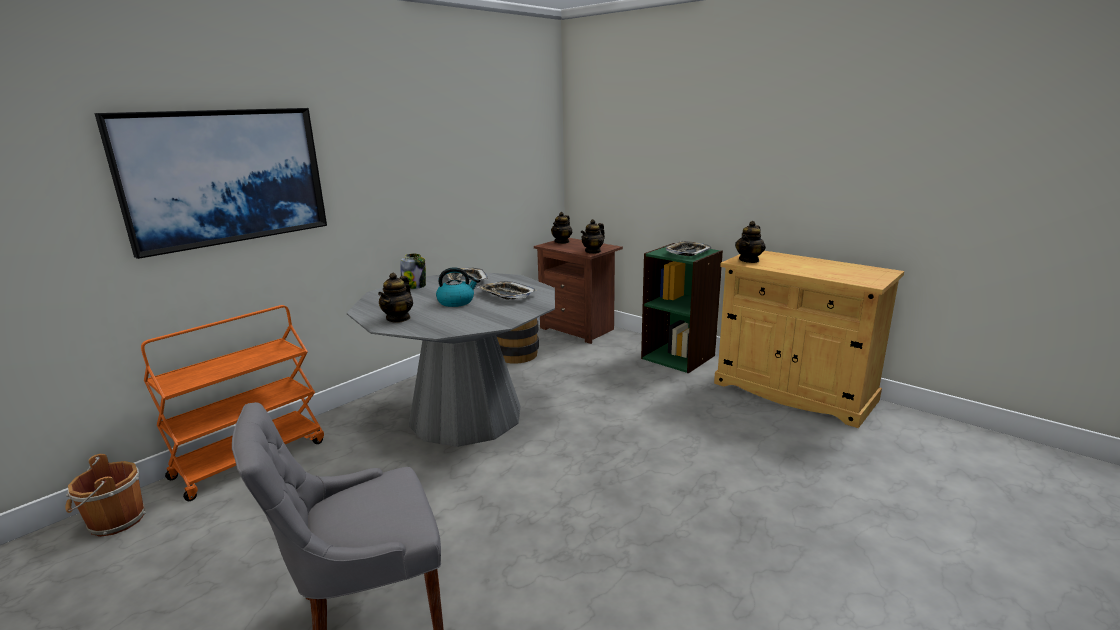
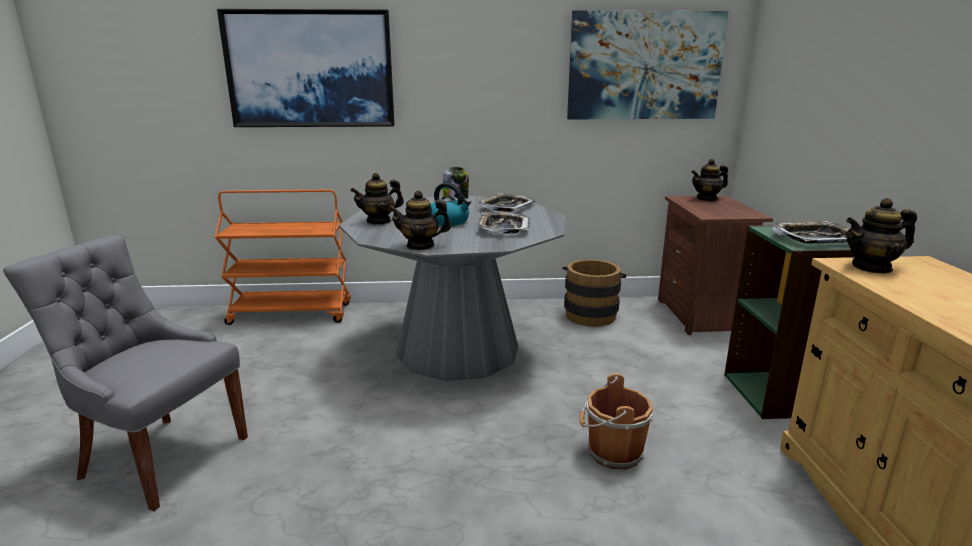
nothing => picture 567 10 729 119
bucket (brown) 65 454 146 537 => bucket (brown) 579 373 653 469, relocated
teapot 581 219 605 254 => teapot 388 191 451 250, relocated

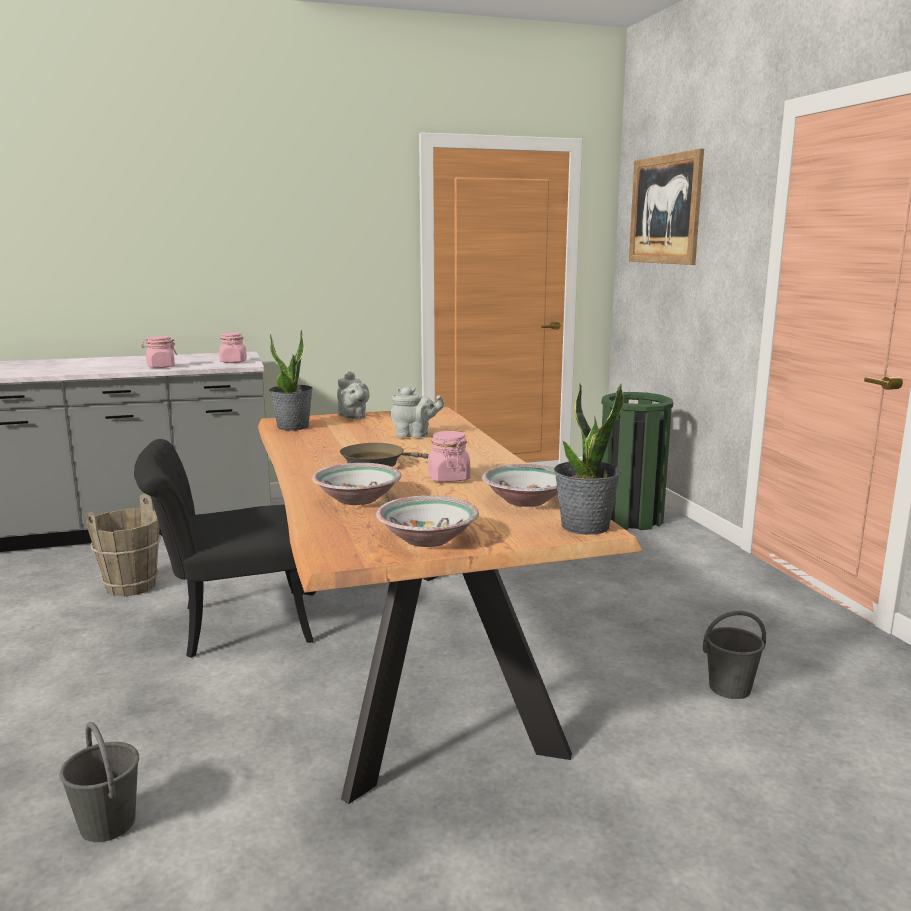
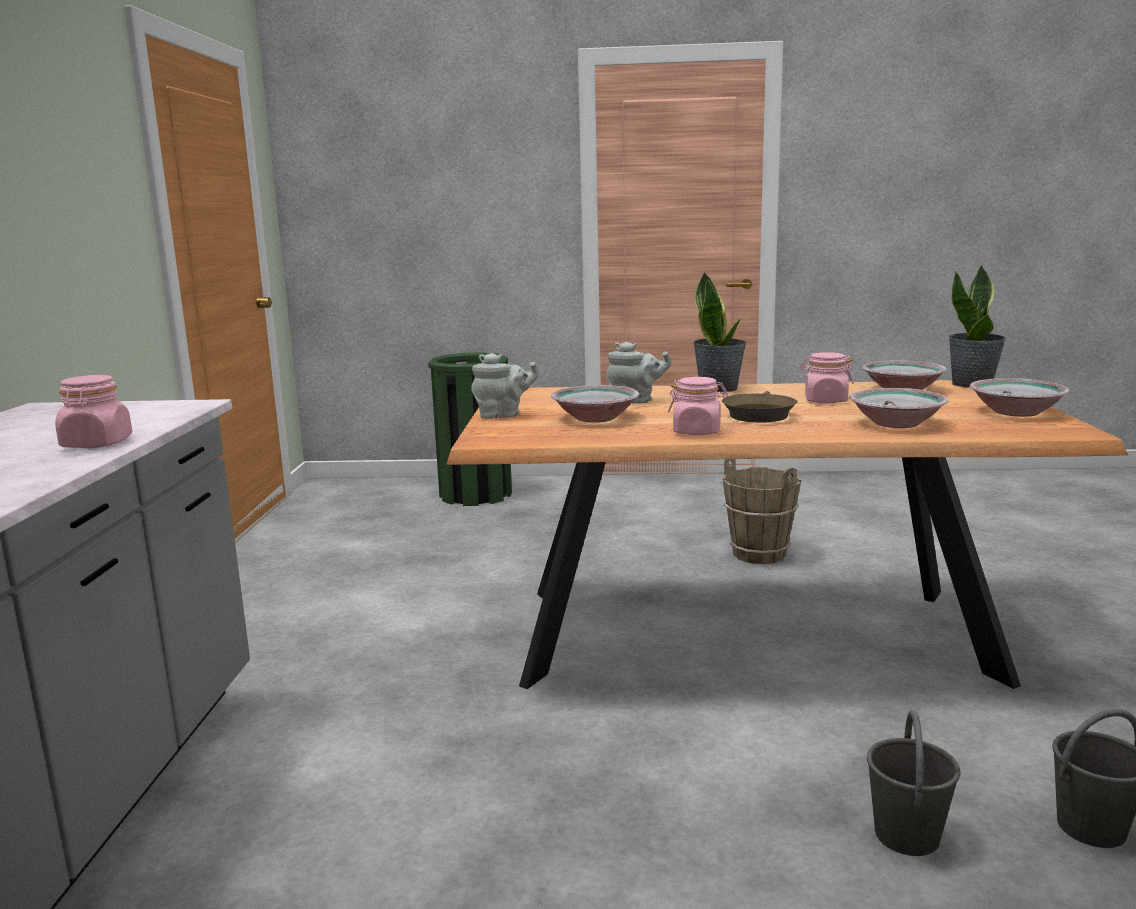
chair (black) 134 439 313 658 => nothing
picture 629 149 704 265 => nothing
nothing => bowl 551 385 639 423
bucket (brown) 86 493 162 596 => bucket (brown) 723 459 801 564, relocated
jar (pink) 219 333 247 363 => jar (pink) 668 377 728 435, relocated
potted plant 269 330 313 431 => potted plant 693 272 747 392, relocated
bucket (grey) 703 611 766 699 => bucket (grey) 867 710 961 856, relocated
teapot (grey) 391 386 444 437 => teapot (grey) 606 341 672 403, 75 degrees clockwise

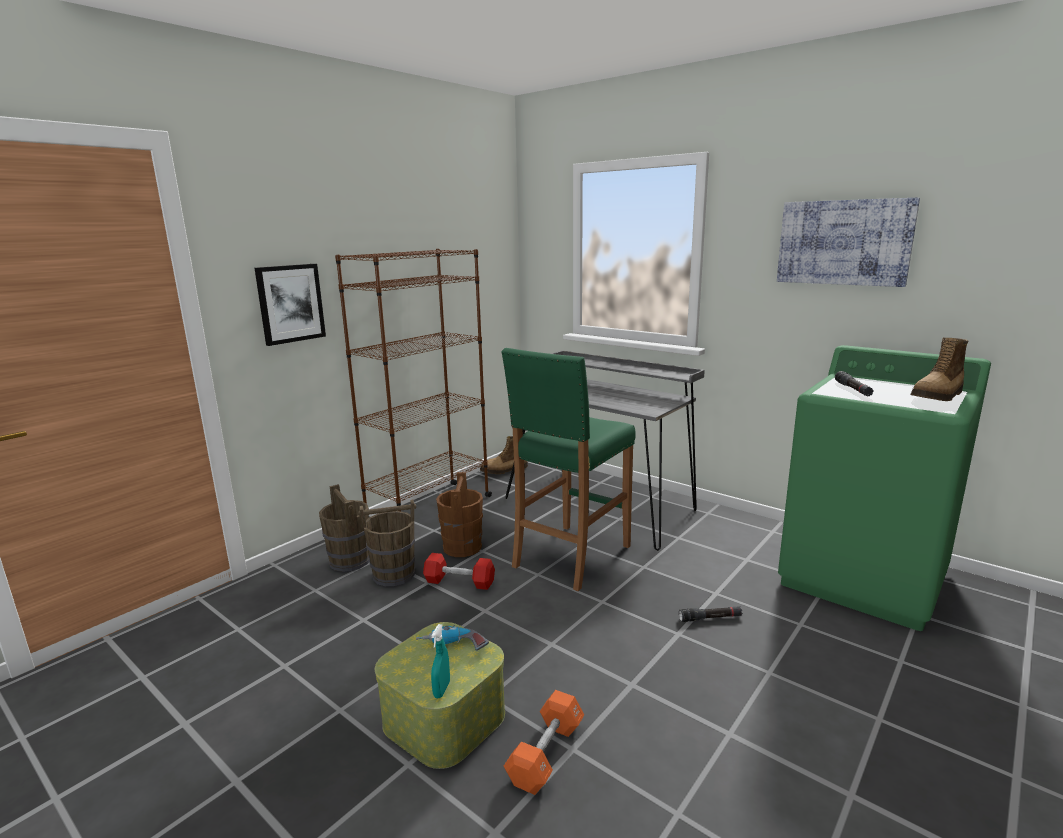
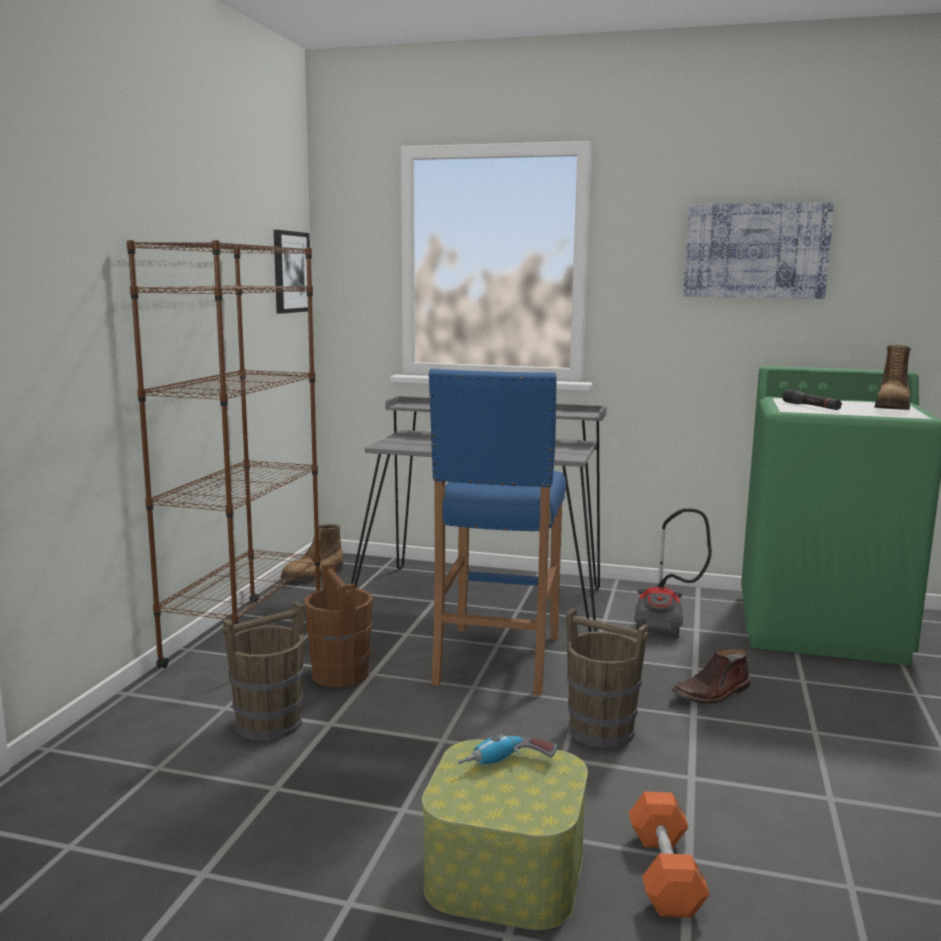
dumbbell (red) 423 553 495 590 => nothing
spray bottle (turquoise) 431 624 450 698 => nothing
nothing => vacuum cleaner 634 508 712 639
picture 255 264 326 346 => picture 274 230 310 314, relocated
bucket (brown) 319 484 370 572 => bucket (brown) 566 608 649 748, relocated
flashlight (black) 679 606 742 622 => boot (brown) 672 649 750 704
stool (green) 501 348 636 591 => stool (blue) 429 369 566 696

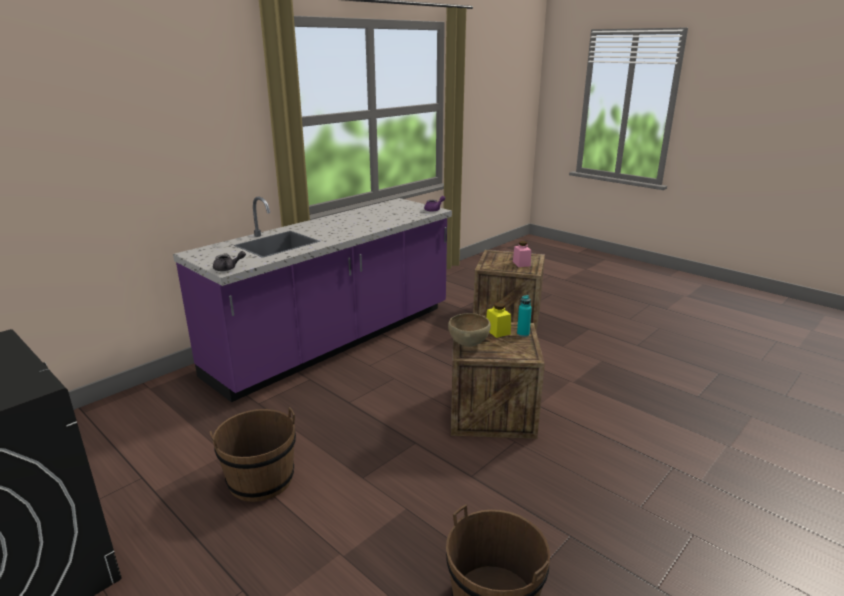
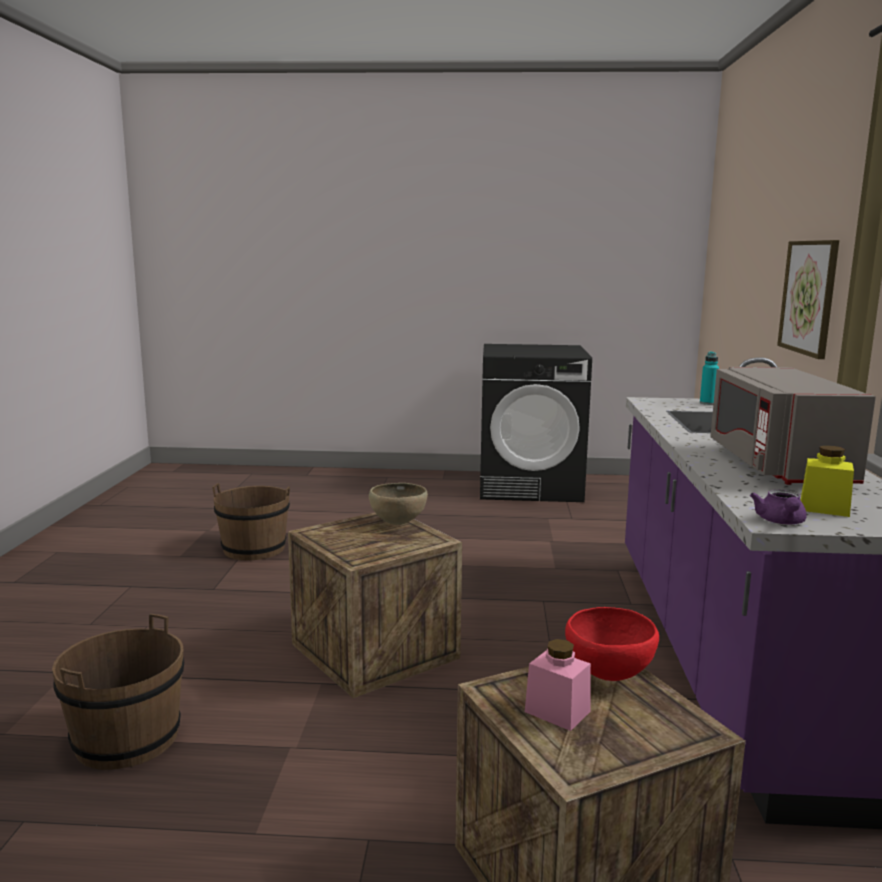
teapot (grey) 213 251 246 271 => nothing
nothing => bowl (red) 565 607 659 681
nothing => microwave (grey) 710 367 876 485
nothing => picture 777 240 839 359
bucket (brown) 210 407 296 502 => bucket (brown) 52 614 184 770, relocated
jar (yellow) 486 302 511 338 => jar (yellow) 801 445 854 517, relocated
bottle (turquoise) 517 295 532 337 => bottle (turquoise) 700 352 719 405, relocated

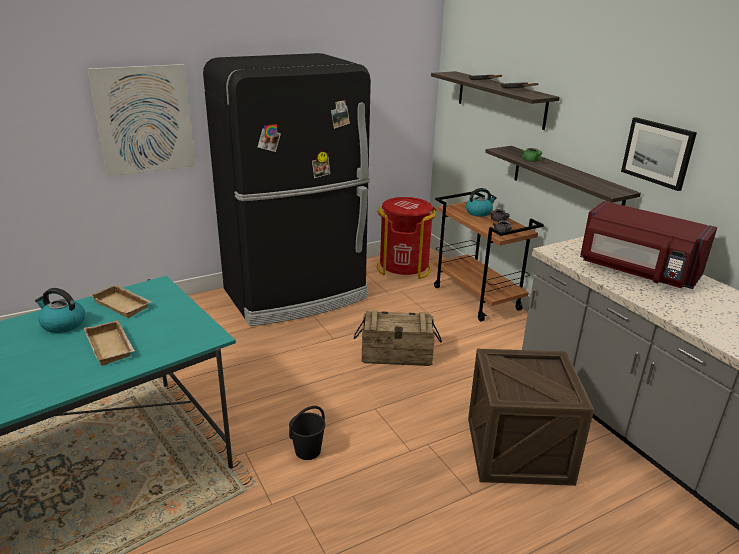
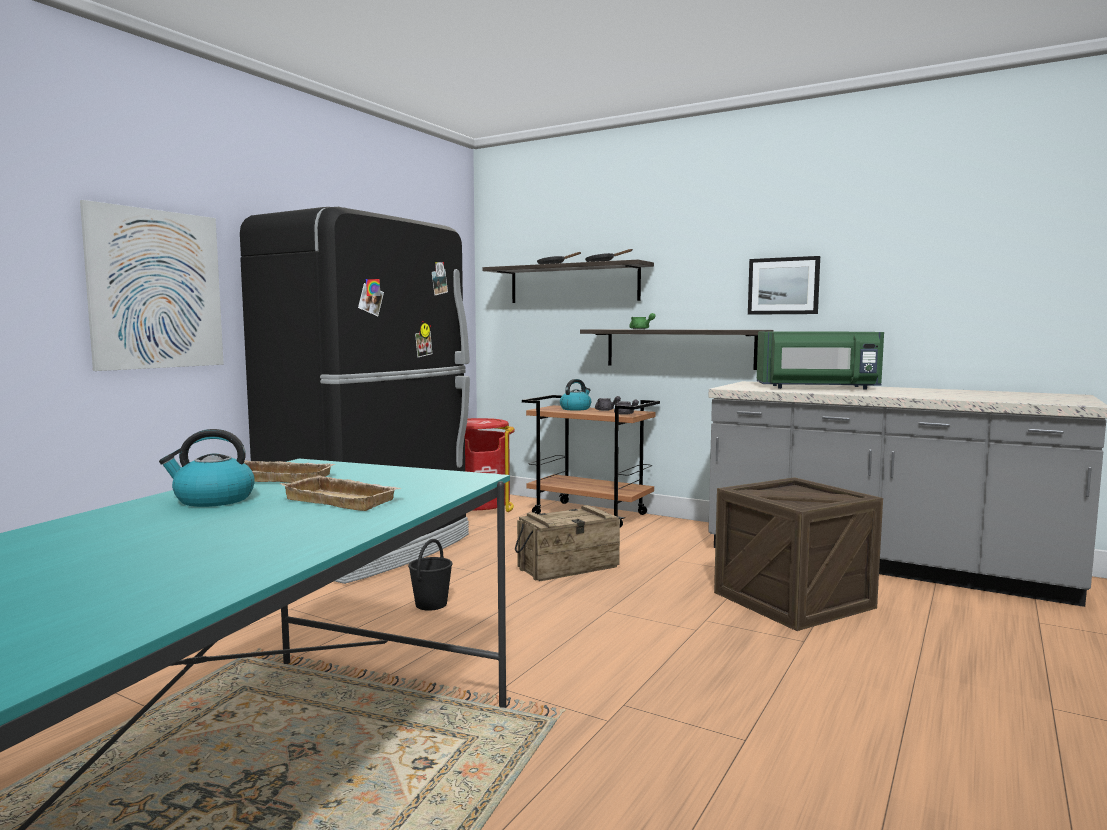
bucket (black) 289 406 325 460 => bucket (black) 408 539 453 611, relocated
microwave (red) 580 201 717 289 => microwave (green) 757 331 884 390

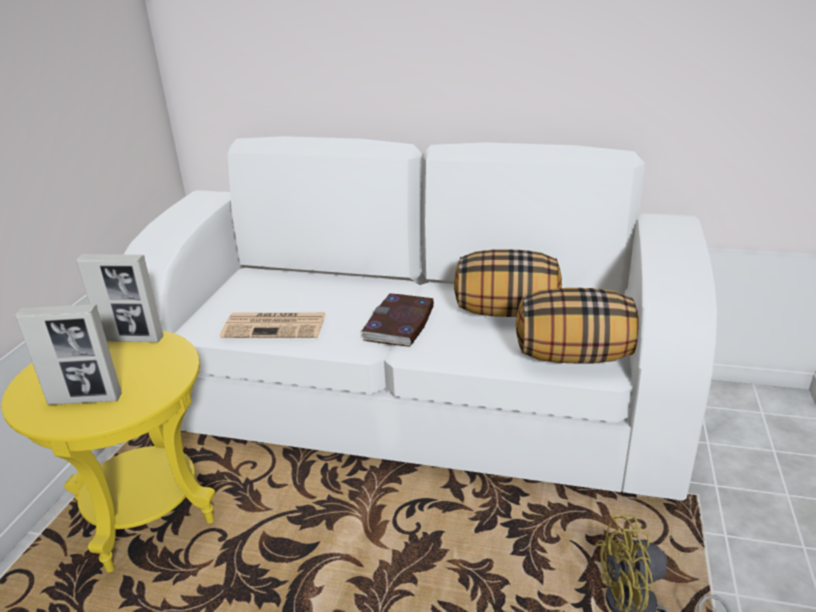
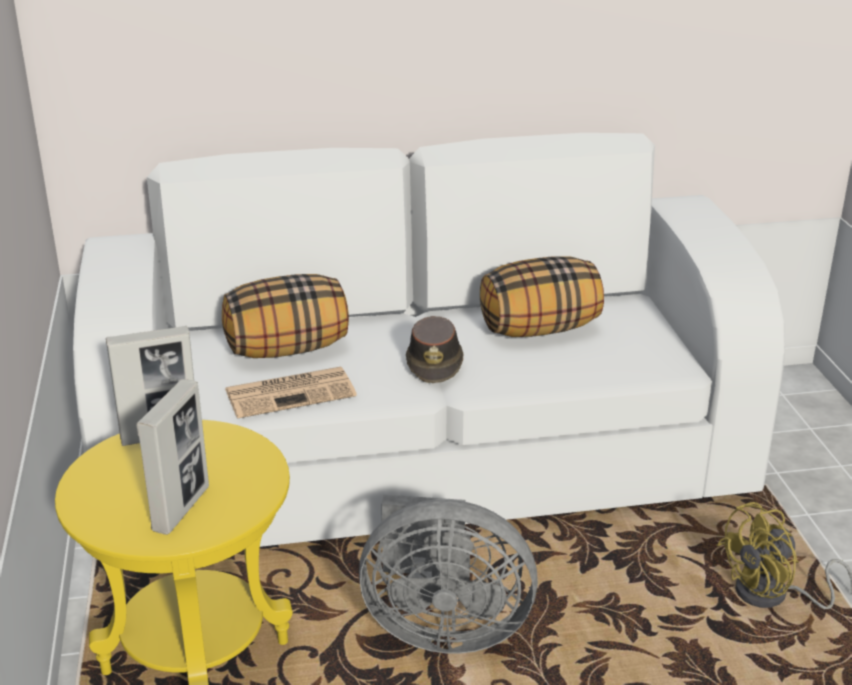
nothing => fan (grey) 359 495 538 654
pillow 516 288 639 363 => pillow 222 274 349 358, relocated
book 361 294 434 347 => hat (brown) 406 316 463 383
picture frame 15 304 122 405 => picture frame 137 379 209 535, 45 degrees counterclockwise

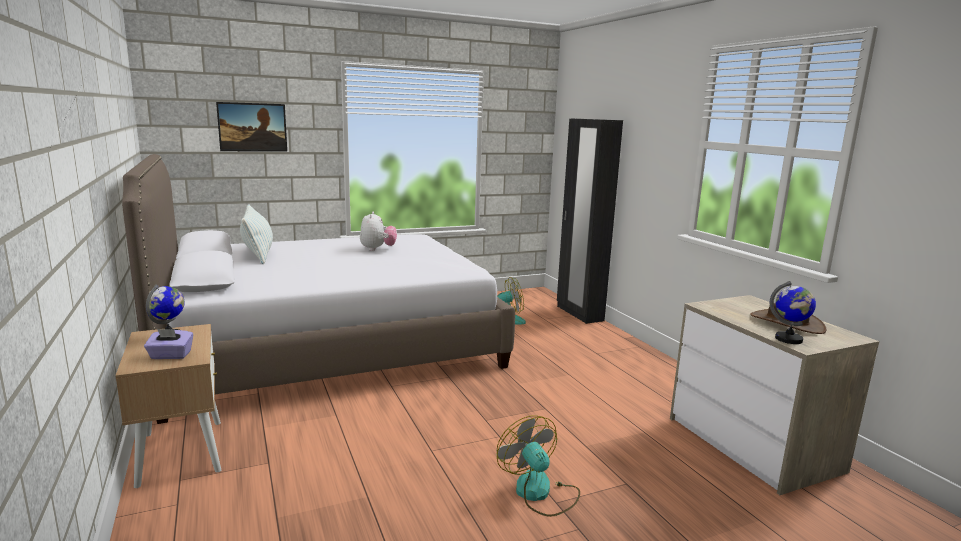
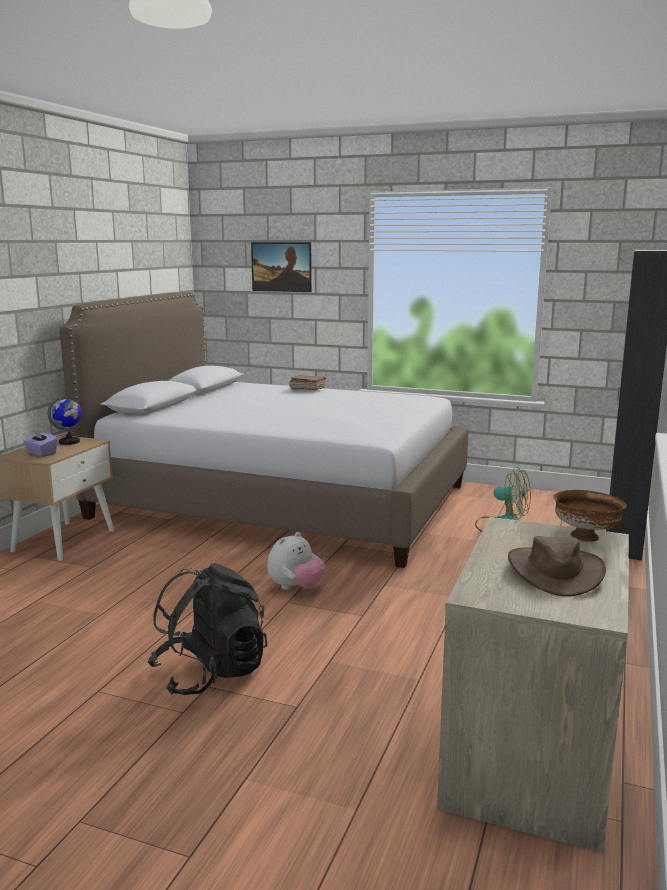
pillow 240 204 273 264 => nothing
globe 770 281 816 344 => nothing
nothing => book (brown) 289 375 326 390
nothing => bowl (brown) 553 490 626 542
plush toy 360 212 397 251 => plush toy 267 532 326 590, relocated
fan 497 415 580 517 => backpack (black) 148 563 267 695

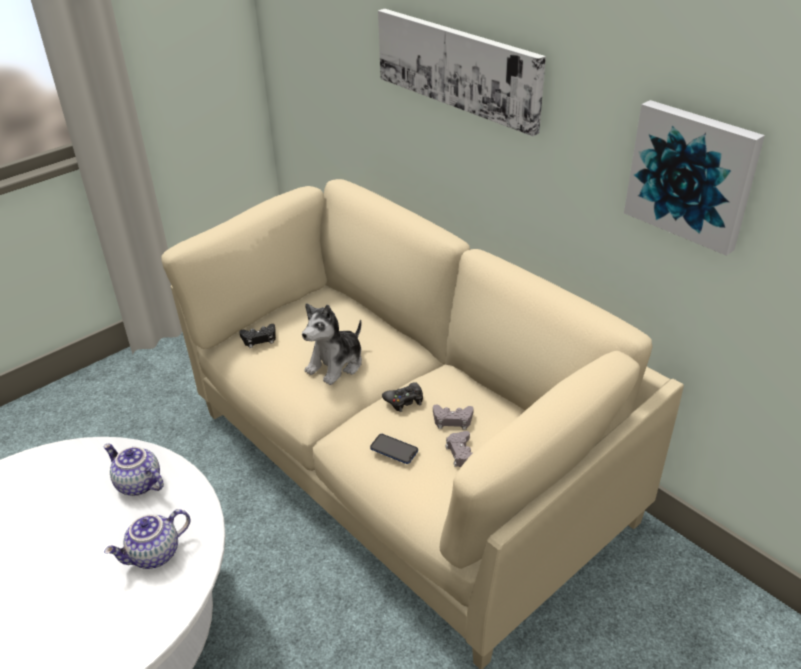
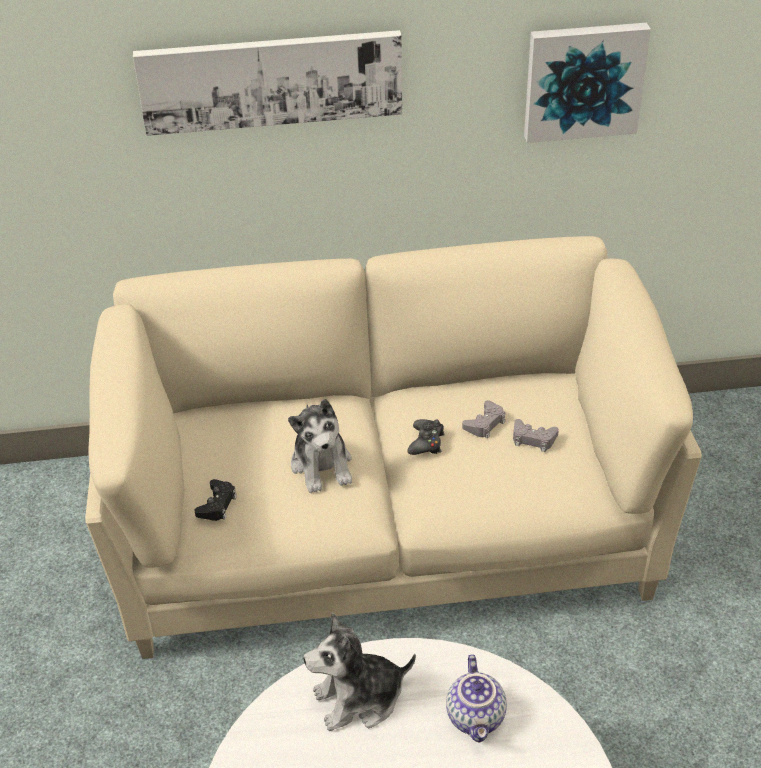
phone 370 434 418 464 => nothing
teapot 103 443 164 496 => plush toy 304 612 416 731

